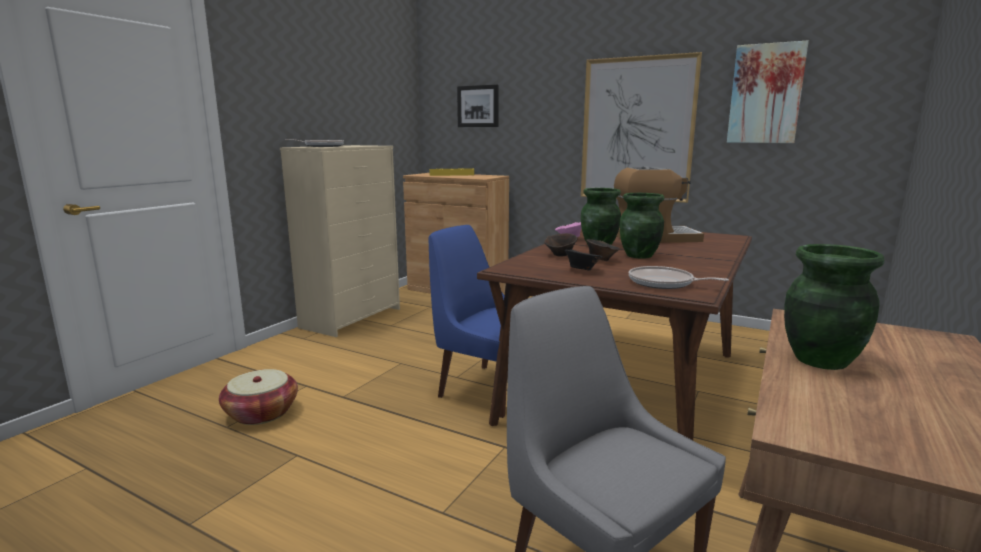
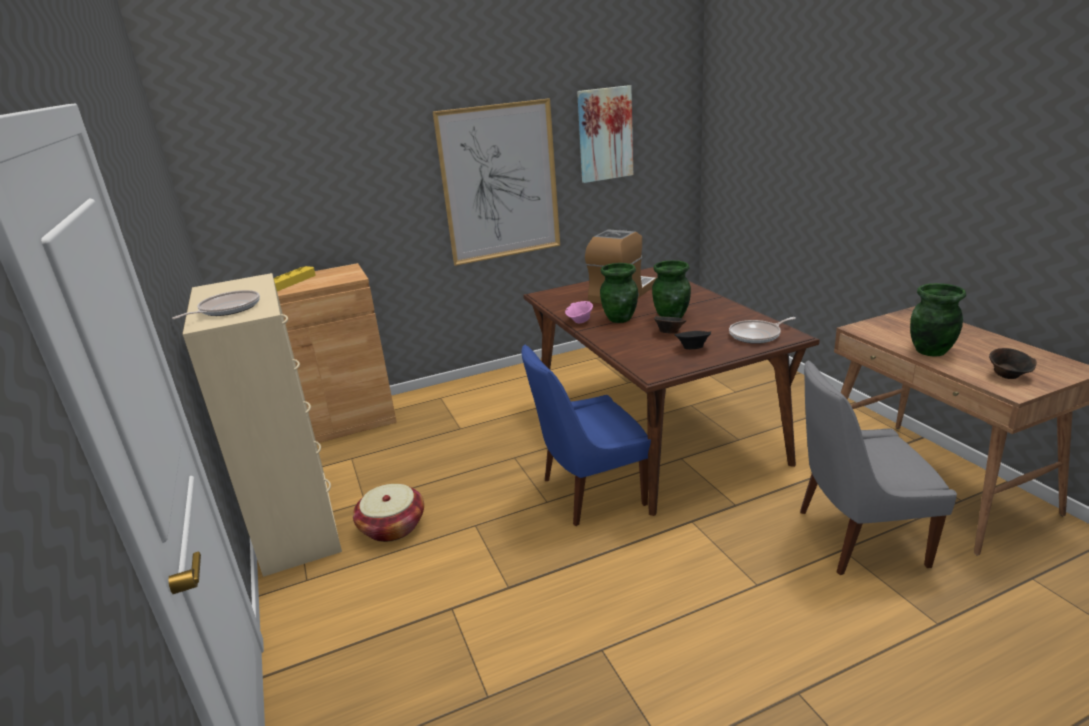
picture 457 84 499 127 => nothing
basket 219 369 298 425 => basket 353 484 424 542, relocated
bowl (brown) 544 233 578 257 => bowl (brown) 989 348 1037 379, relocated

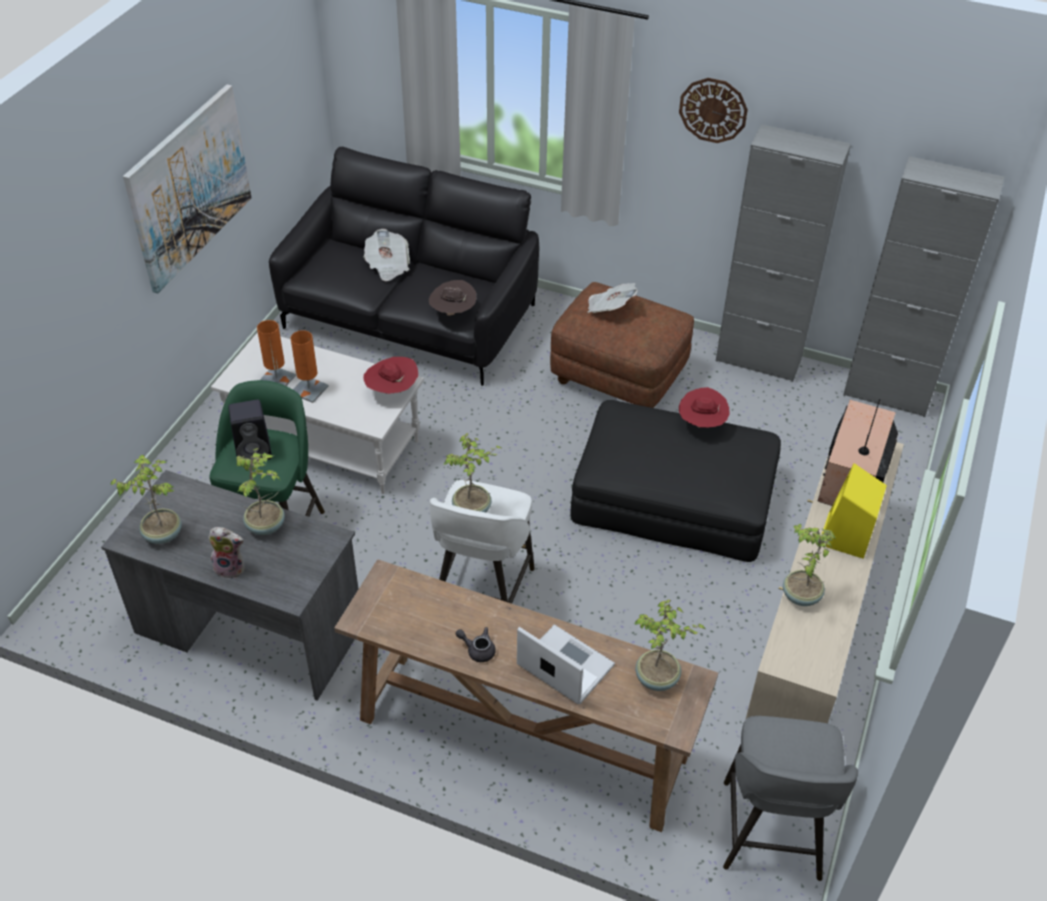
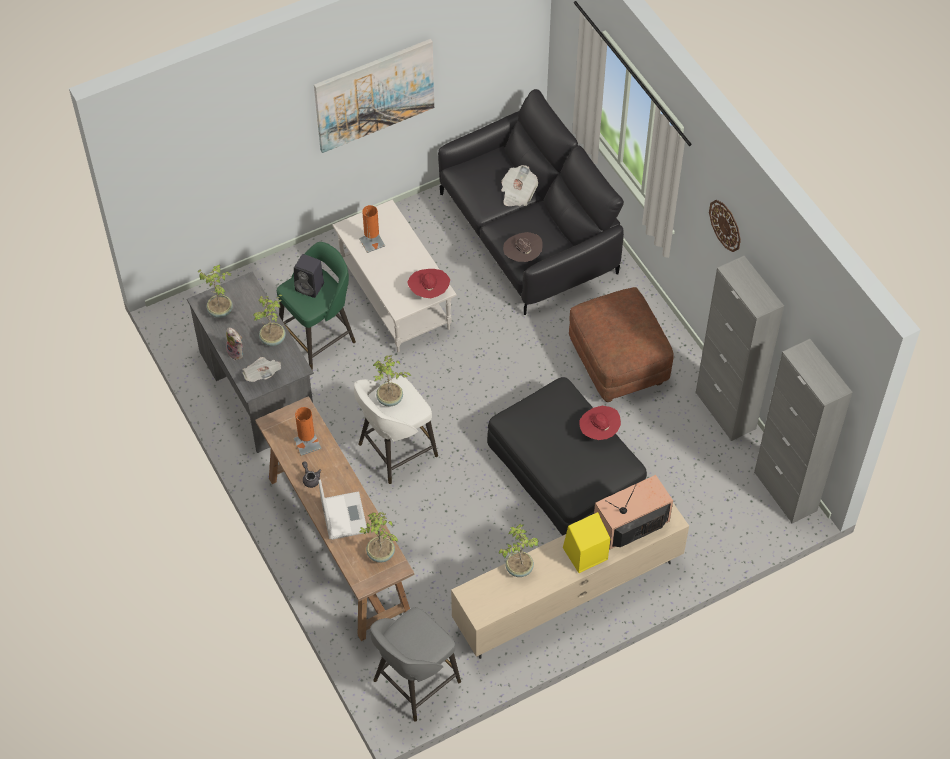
table lamp (orange) 291 330 329 403 => table lamp (orange) 294 407 321 456, relocated
newspaper 588 283 638 313 => newspaper 242 357 281 382, relocated

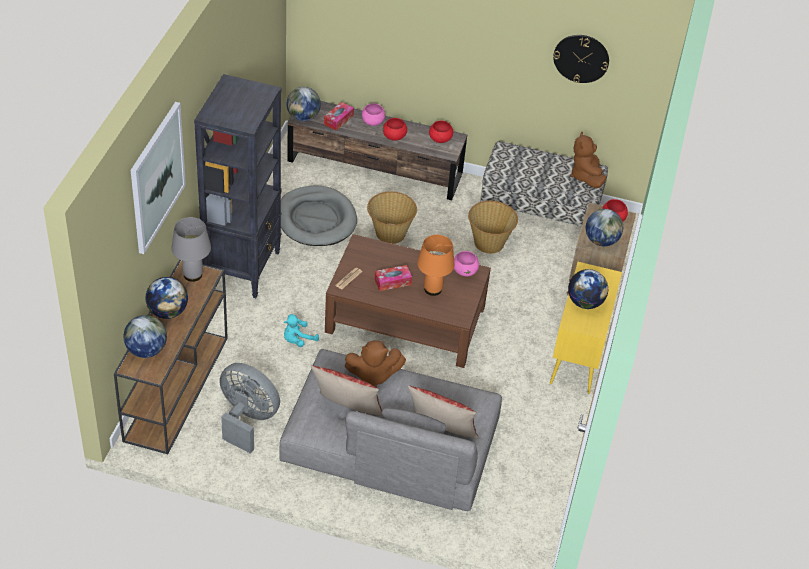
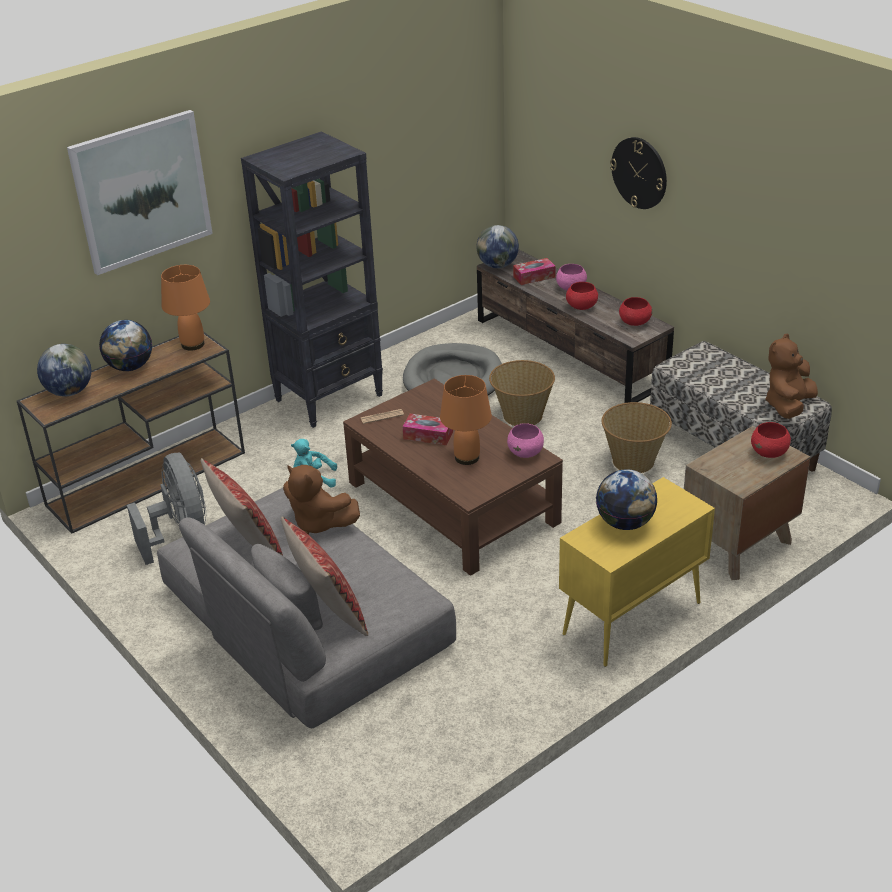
globe 586 209 623 246 => nothing
wall clock 553 35 609 83 => wall clock 610 137 667 209, relocated
table lamp (grey) 171 217 211 282 => table lamp (orange) 161 265 210 351

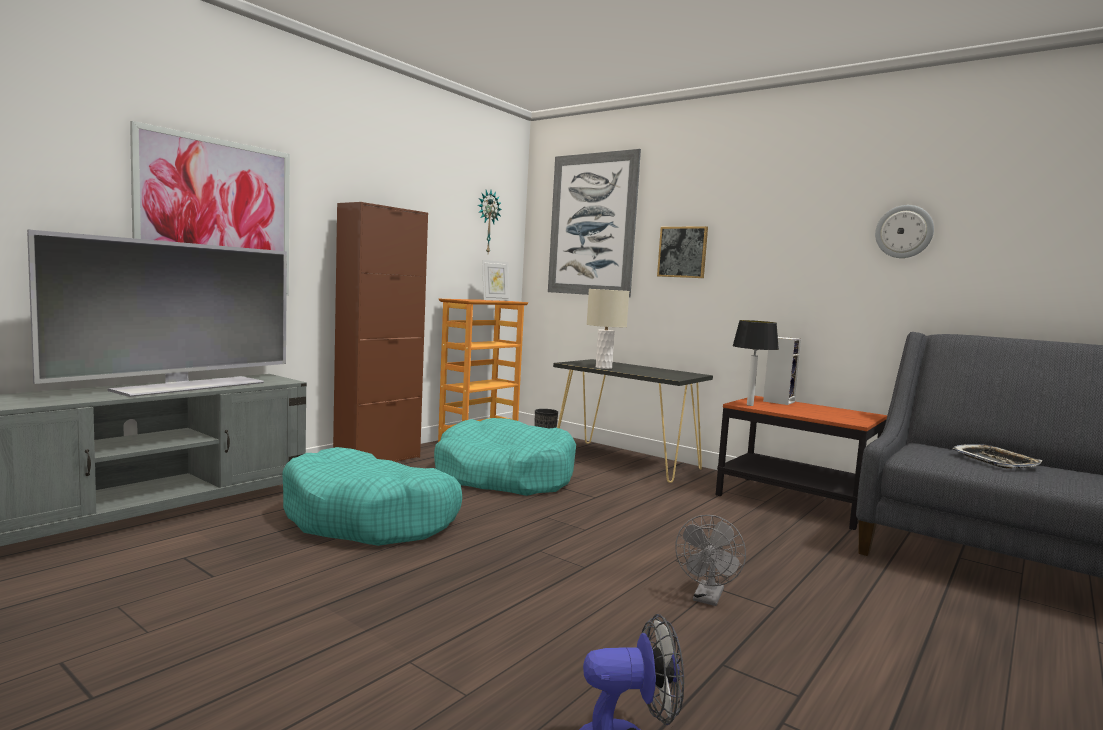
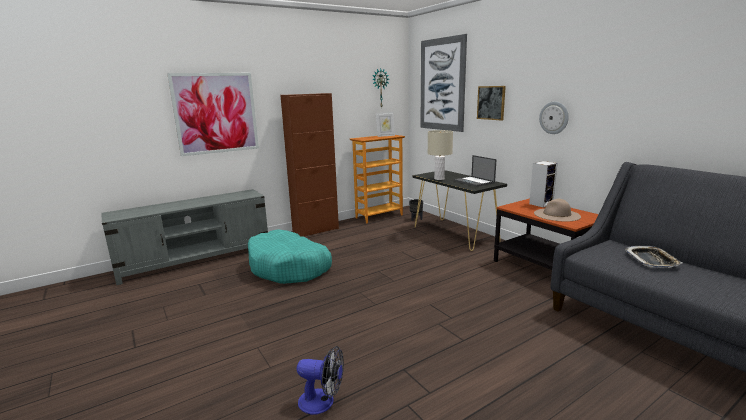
television 27 229 287 397 => nothing
dog bed (turquoise) 434 418 576 496 => nothing
fan (grey) 675 515 746 606 => nothing
table lamp 733 320 779 406 => nothing
nothing => laptop 454 155 497 187
nothing => hat (beige) 534 199 581 222
wall clock 875 205 934 258 => wall clock 539 102 569 134, relocated

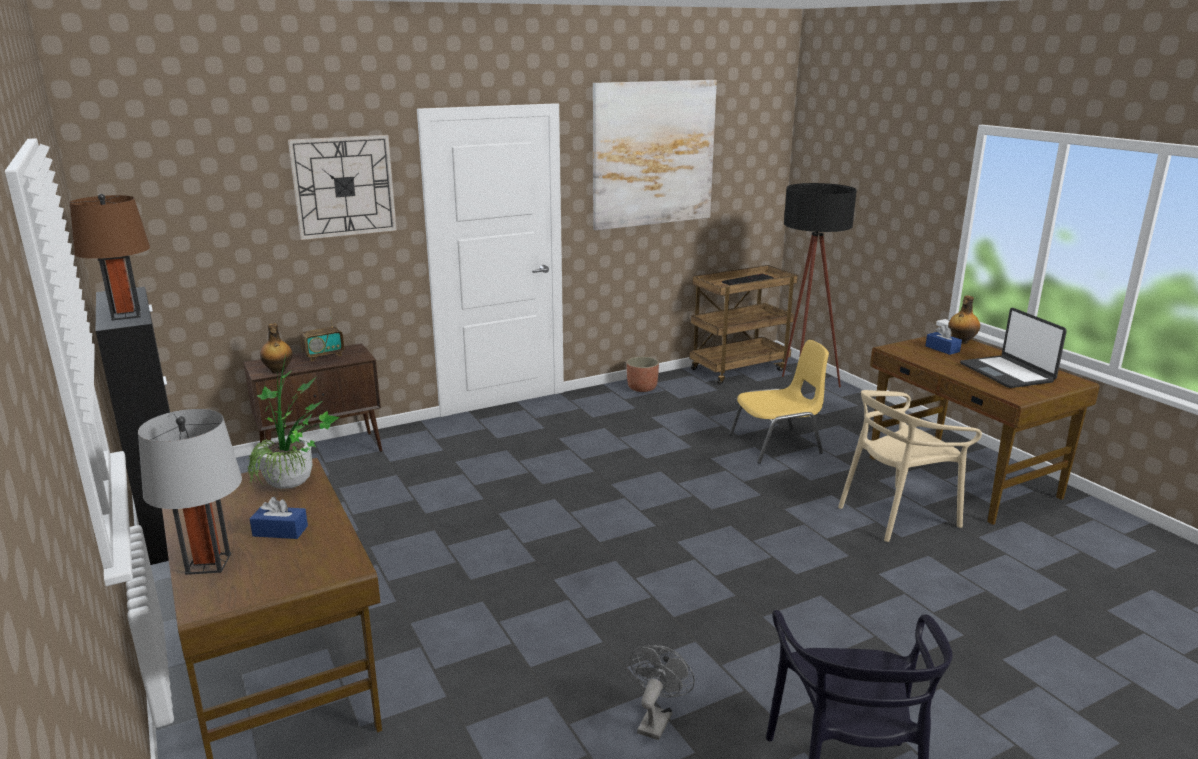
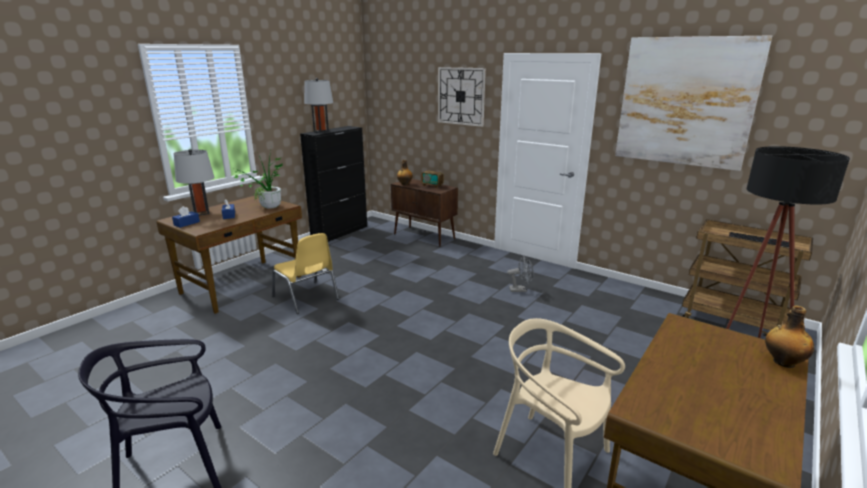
planter 627 357 659 392 => nothing
laptop 960 308 1067 388 => nothing
fan (grey) 630 645 695 740 => fan (grey) 507 256 534 292, relocated
chair (yellow) 729 340 829 464 => chair (yellow) 272 233 339 314, relocated
tissue box (blue) 925 325 962 355 => tissue box (blue) 172 206 200 228, relocated
table lamp (brown) 69 194 150 321 => table lamp (grey) 304 78 333 133

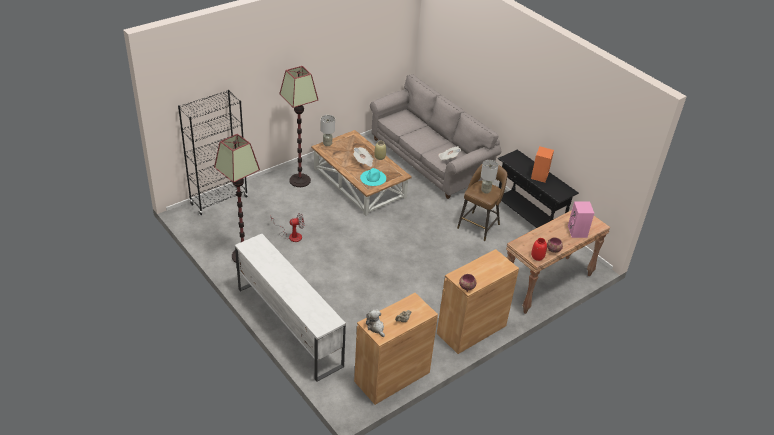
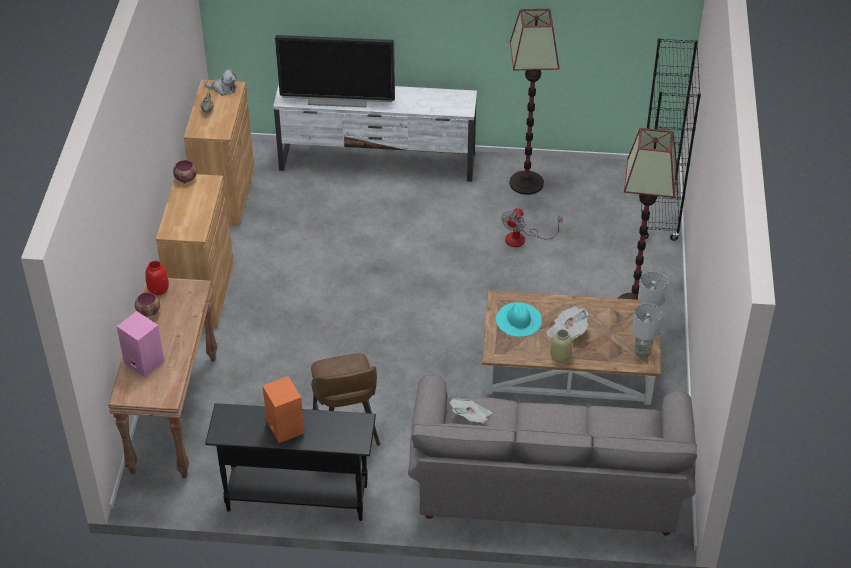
nothing => television 275 35 395 107
table lamp (grey) 481 160 498 194 => table lamp (grey) 632 303 662 358, relocated

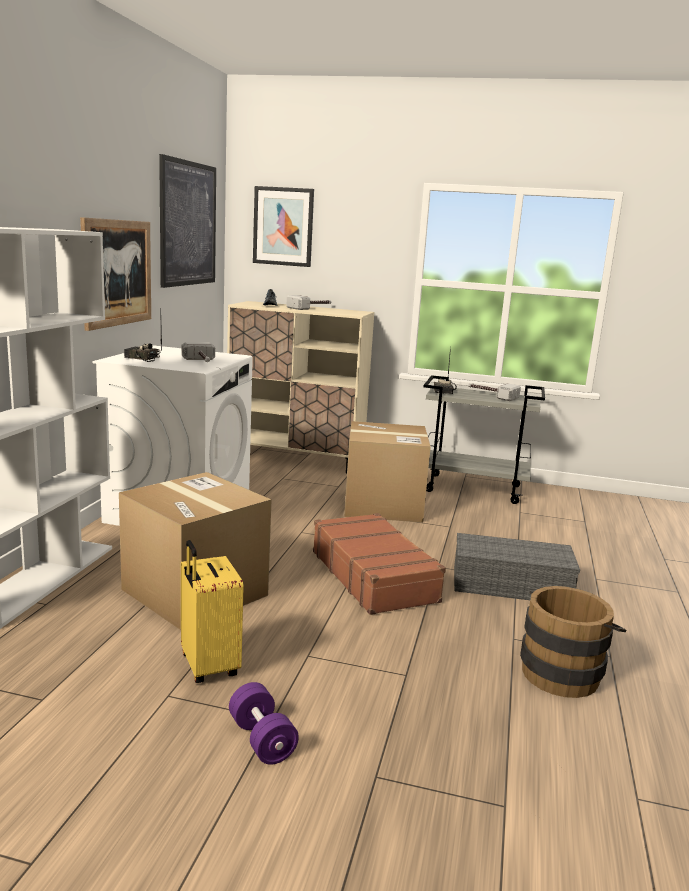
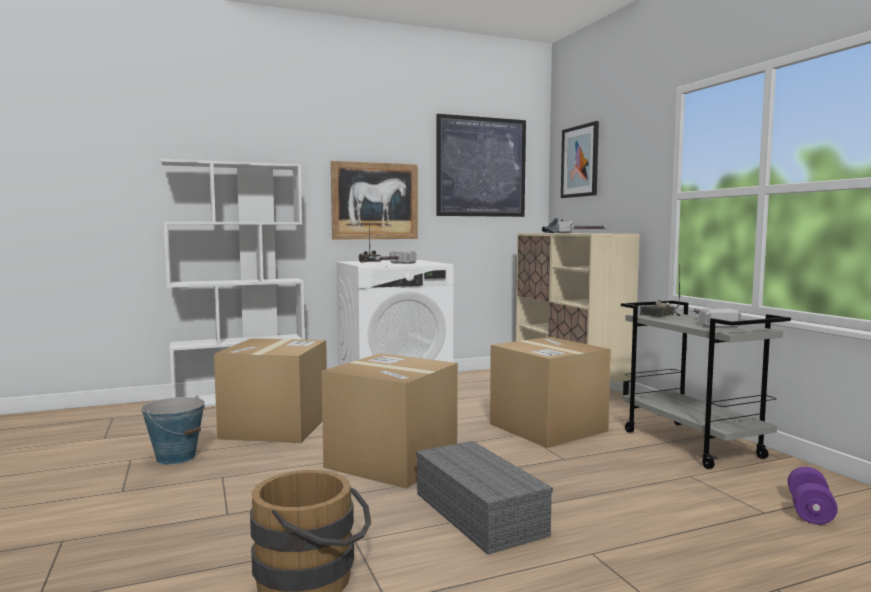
dumbbell (purple) 229 682 299 765 => dumbbell (purple) 788 467 838 525, relocated
suitcase (yellow) 181 540 244 683 => bucket 141 396 207 465
suitcase (brown) 313 513 446 615 => cardboard box 321 353 458 489

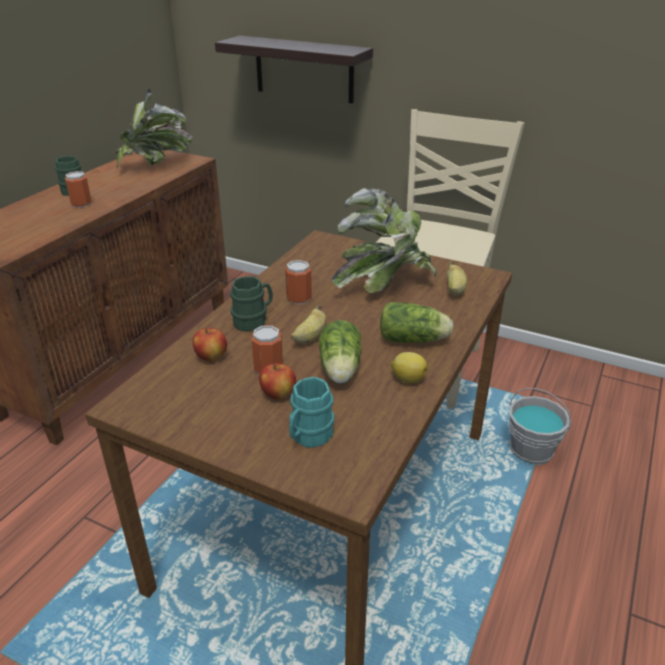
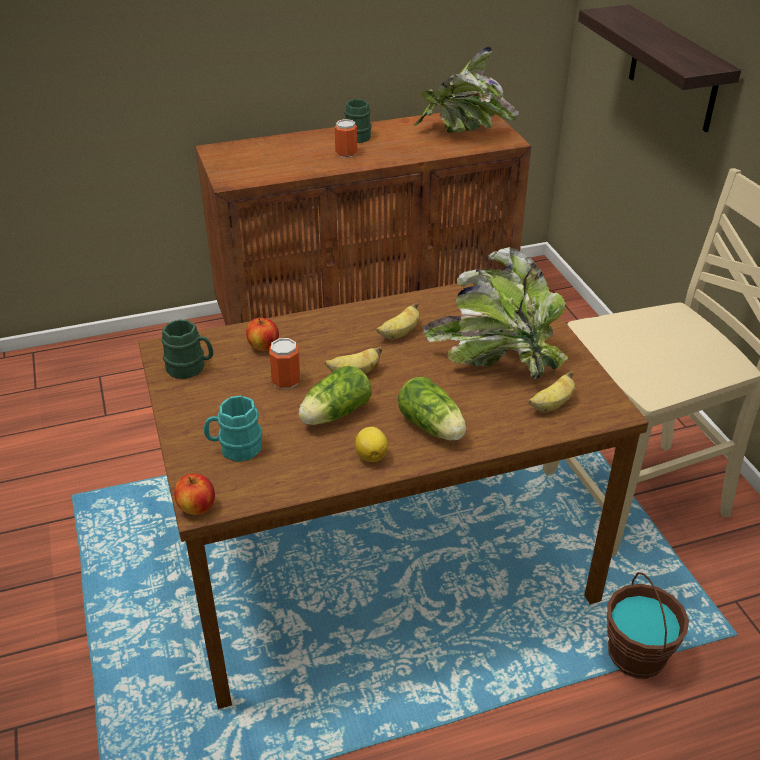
mug (green) 230 276 273 331 => mug (green) 161 319 213 379, relocated
apple 259 363 296 400 => apple 174 474 215 515, relocated
can 285 260 312 304 => banana 376 302 420 339
bucket (grey) 509 388 571 465 => bucket (brown) 607 572 689 679

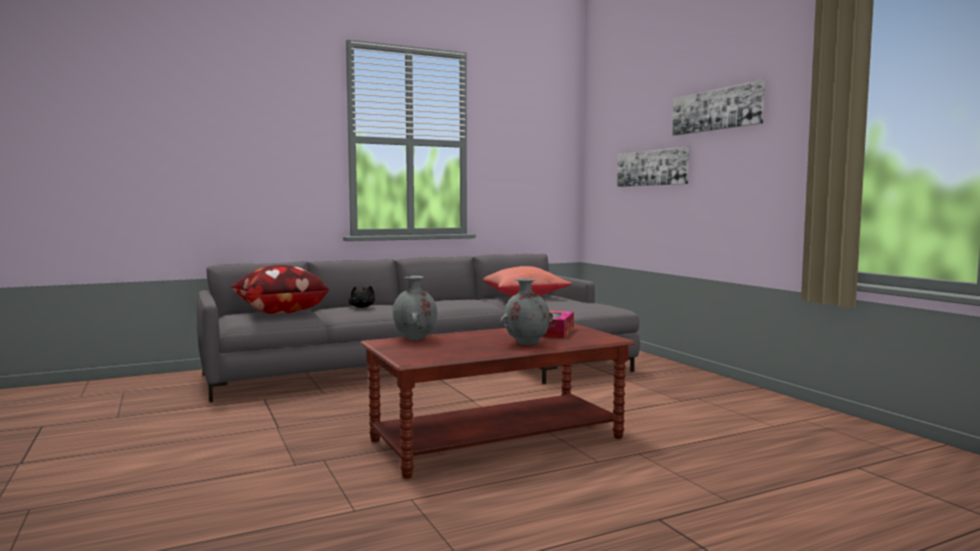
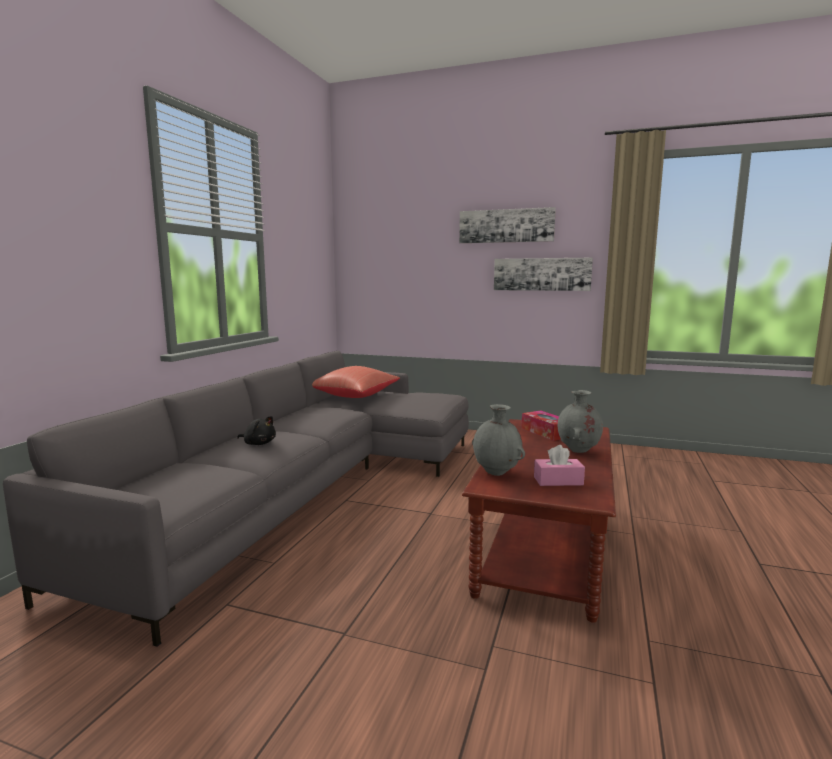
pillow 232 265 329 314 => nothing
nothing => tissue box (pink) 534 445 585 486
picture 617 147 689 187 => picture 494 258 593 291, relocated

